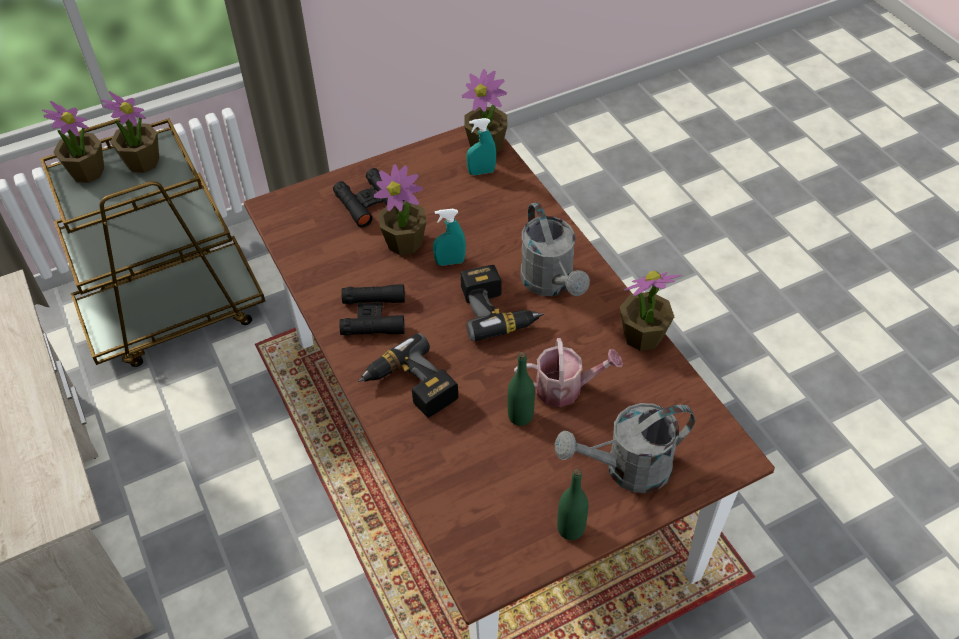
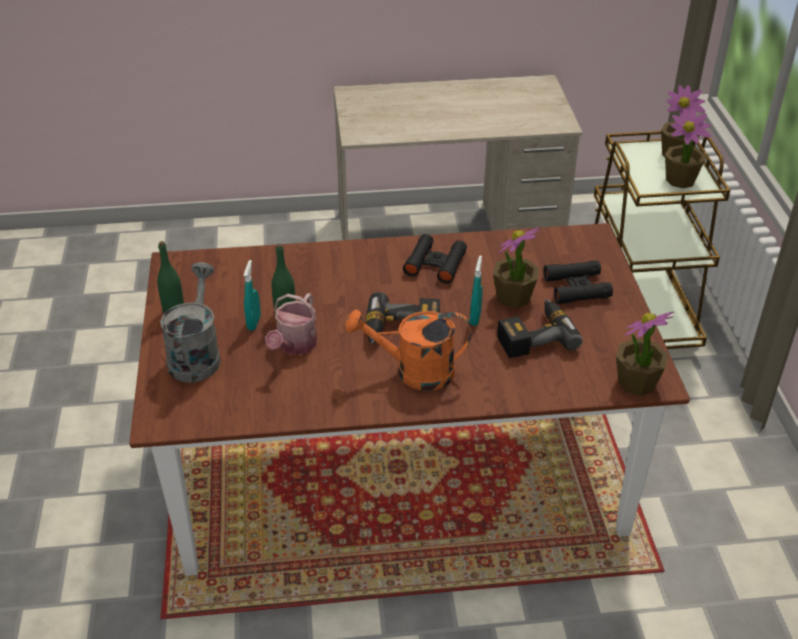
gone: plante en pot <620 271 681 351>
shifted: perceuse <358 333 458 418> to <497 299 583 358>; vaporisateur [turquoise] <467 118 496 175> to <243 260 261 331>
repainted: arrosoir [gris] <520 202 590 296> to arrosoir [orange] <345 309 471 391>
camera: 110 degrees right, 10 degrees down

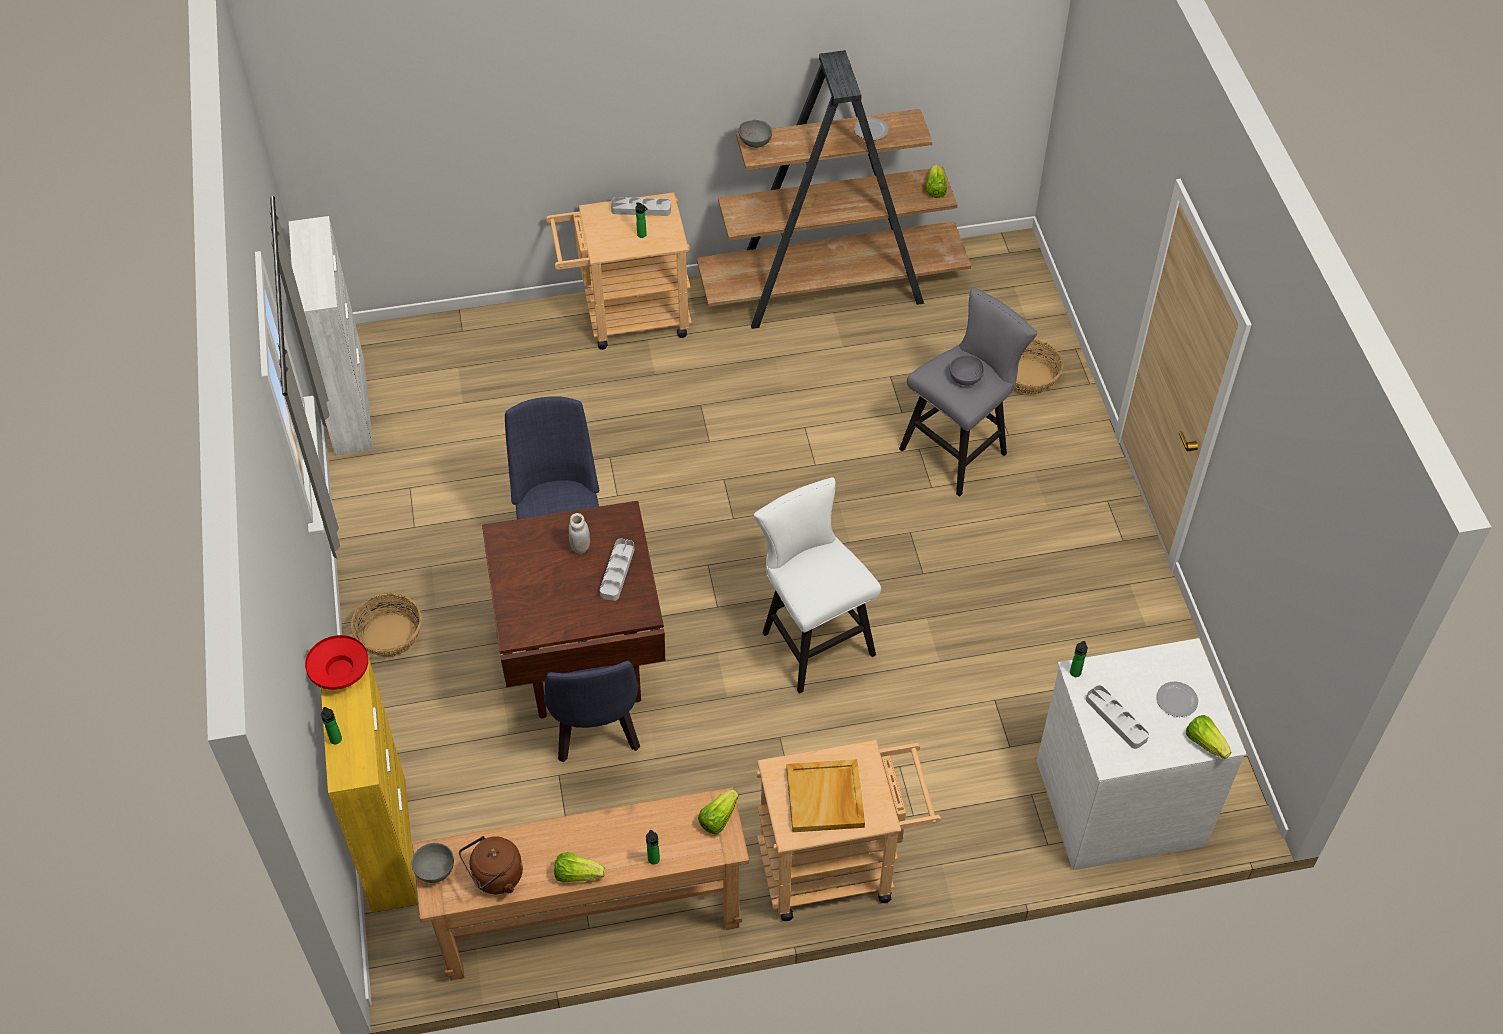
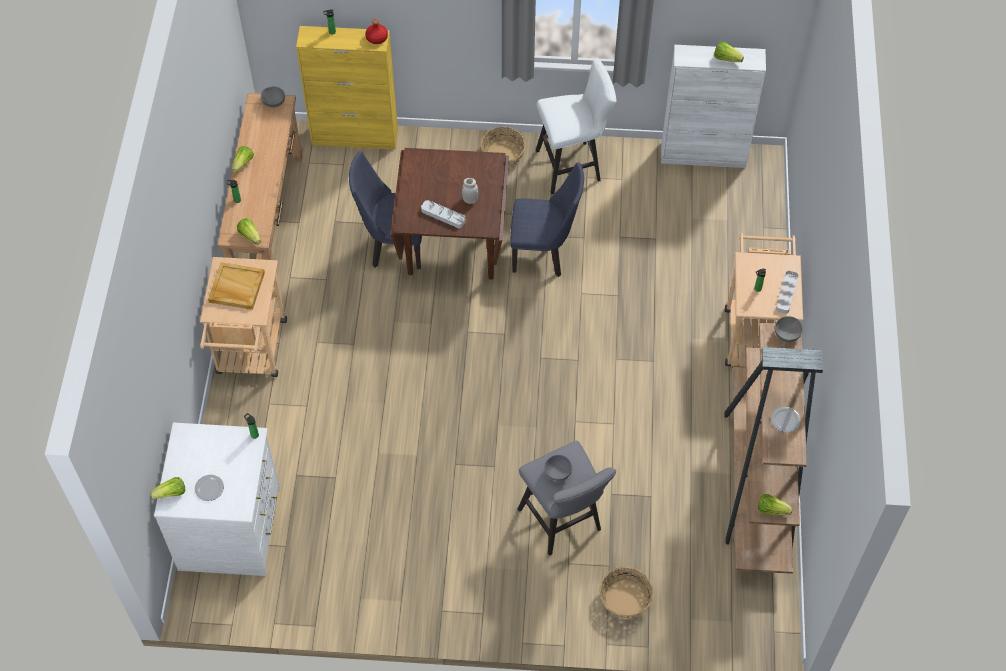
gone: bouilloire [marron] <459 836 523 894>; plateau [gris] <1086 685 1149 749>
new: laitue <714 42 744 62>
shifted: tabouret [blanc] <754 477 881 694> to <536 58 616 194>
swapped: bol [rouge] <305 635 368 690> to bouteille [rouge] <365 19 388 44>
camera: 105 degrees right, 5 degrees up

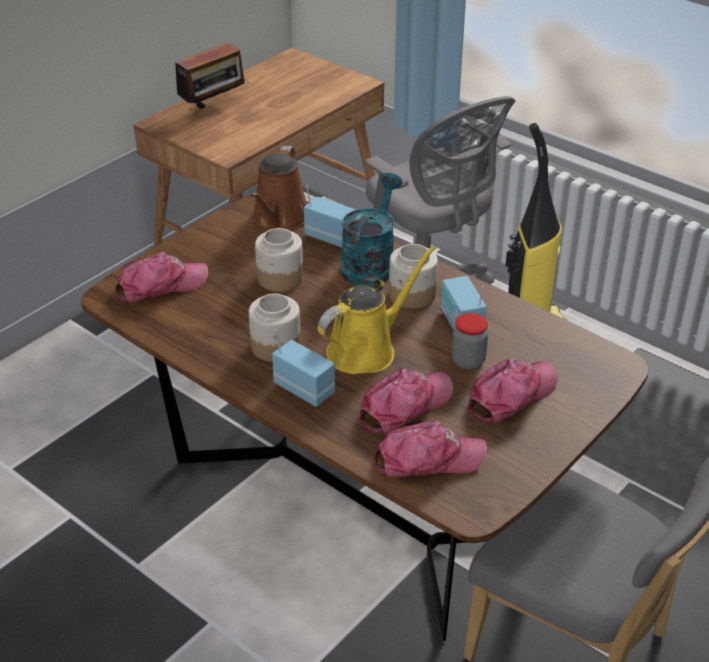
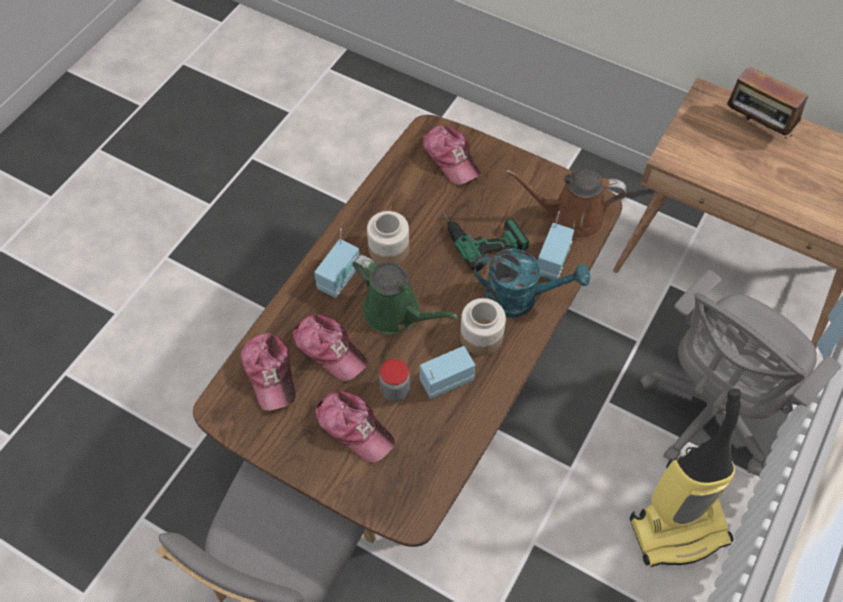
swapped: bocal <255 228 303 292> to perceuse <443 212 529 271>
repainted: arrosoir [jaune] <318 246 436 374> to arrosoir [vert] <353 255 458 334>
camera: 80 degrees right, 20 degrees up

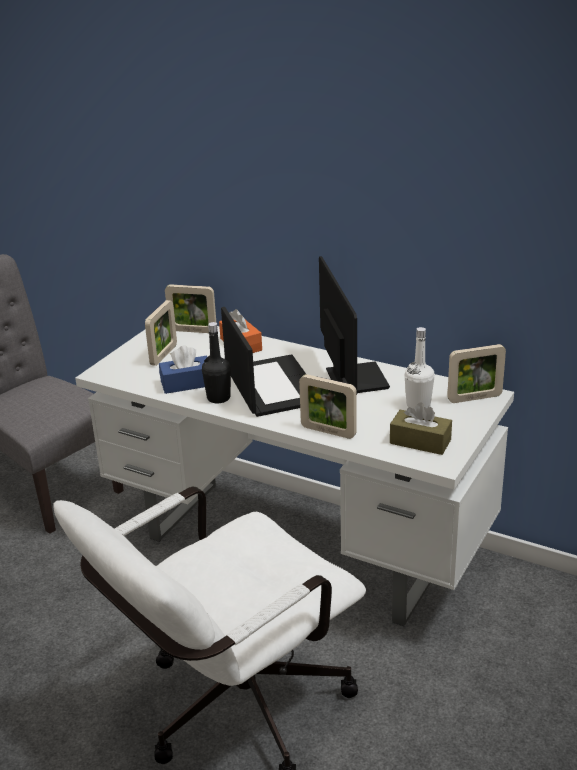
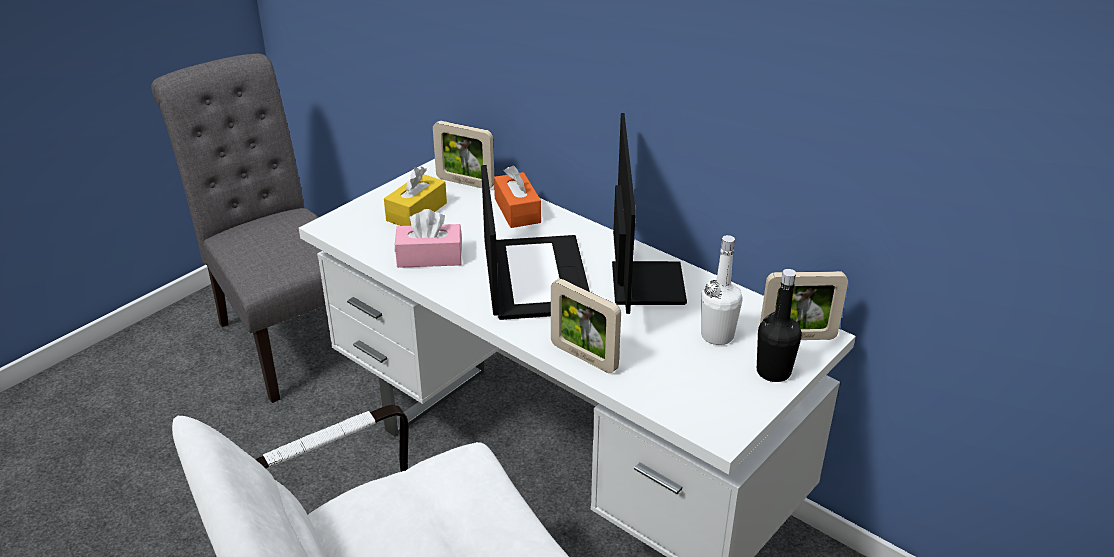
gone: boîte à mouchoirs [marron] <390 402 452 455>
shifted: bouteille [noir] <202 322 231 403> to <757 269 802 382>
swapped: cadre photo <145 300 177 366> to boîte à mouchoirs [jaune] <384 166 447 226>
repainted: boîte à mouchoirs [bleu] <159 345 207 394> to boîte à mouchoirs [rose] <395 209 462 268>
camera: 10 degrees right, 5 degrees up

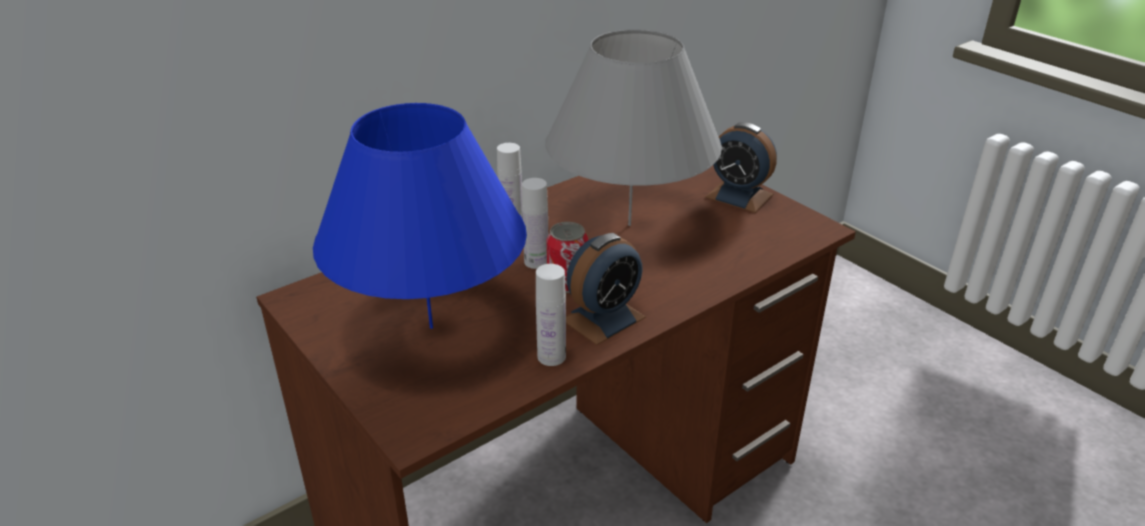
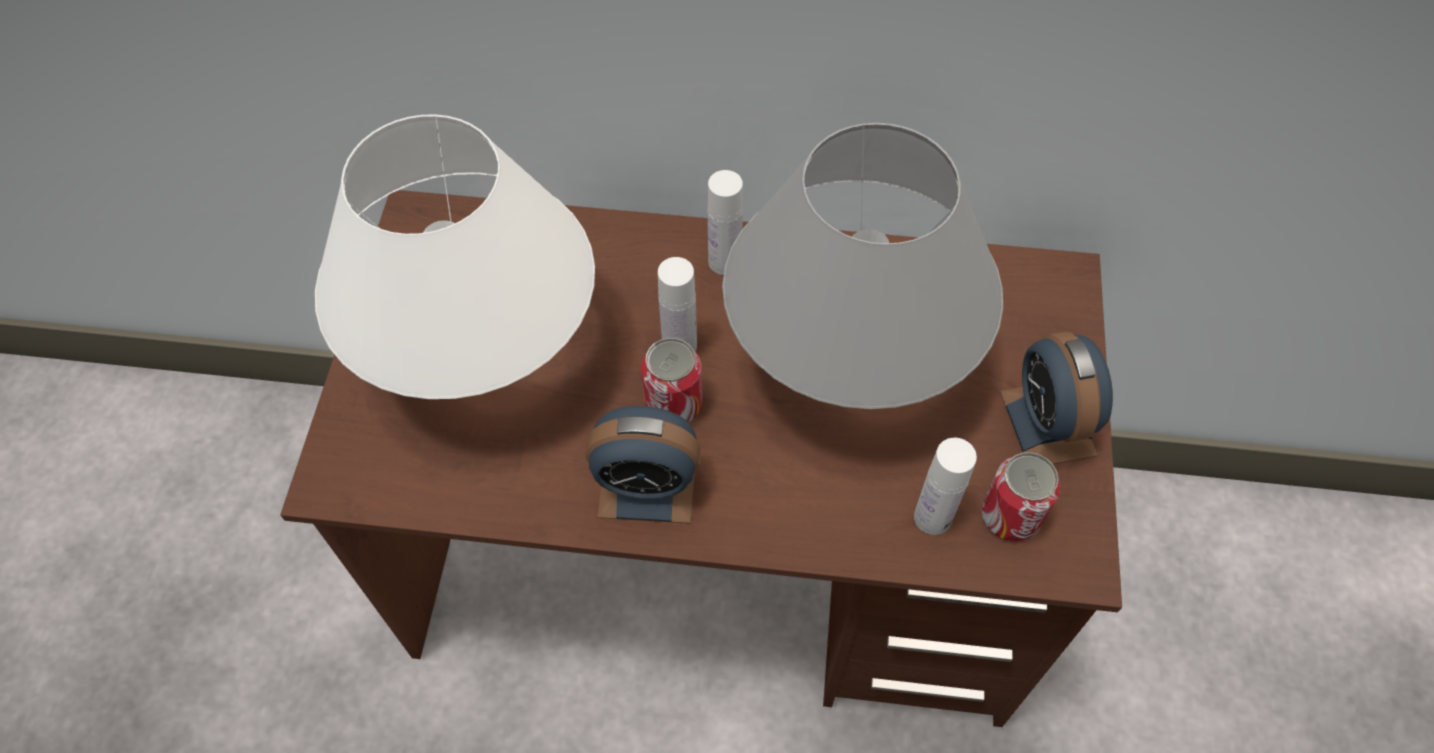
new: boîte métallique <981 452 1060 541>
shifted: bouteille [blanc] <536 264 566 366> to <914 438 977 535>
repainted: lampe de table [bleu] <313 103 527 329> to lampe de table [blanc] <315 114 595 399>
camera: 45 degrees right, 25 degrees up

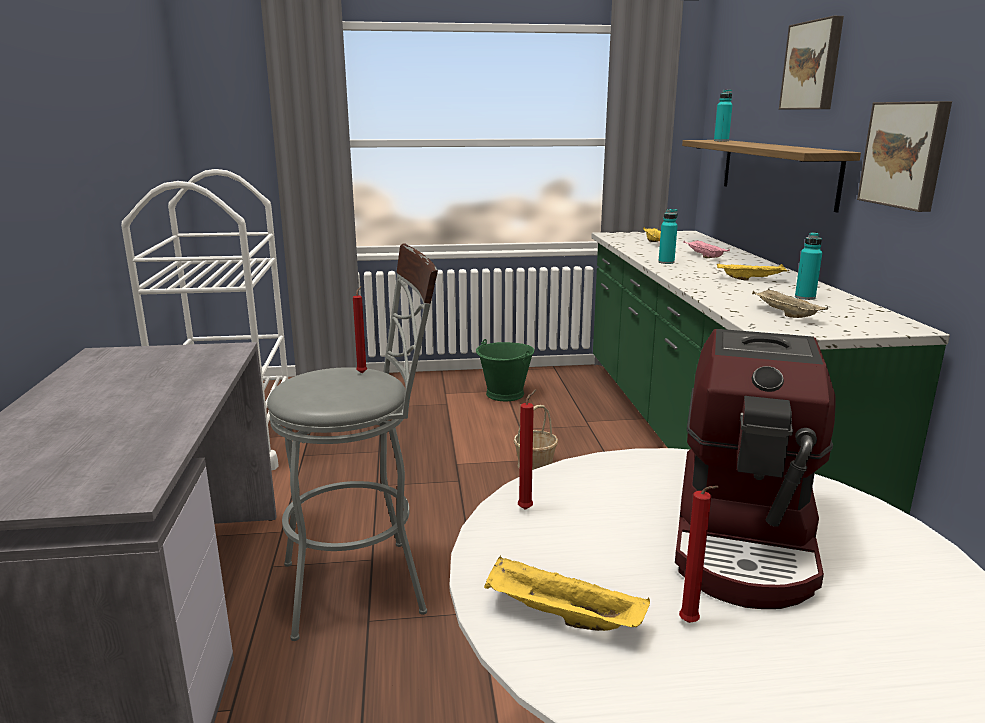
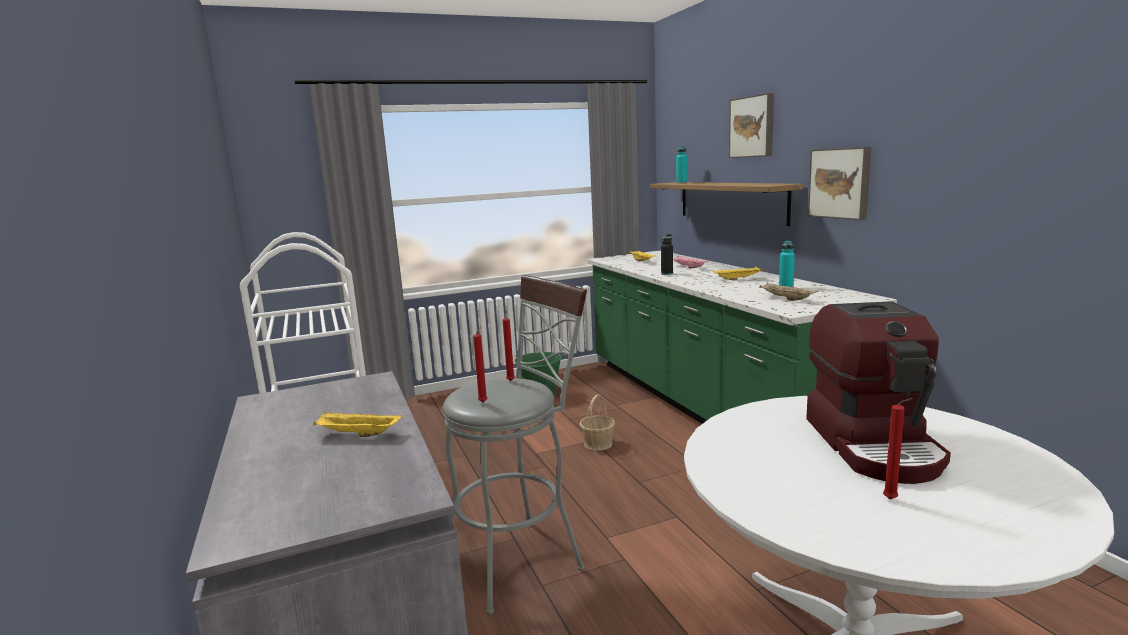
shifted: plateau [jaune] <484 556 650 631> to <313 412 403 437>; bougie [rouge] <518 389 537 510> to <473 326 488 402>
repainted: bouteille [turquoise] <658 209 678 264> to bouteille [noir] <661 234 673 275>
camera: 15 degrees left, 5 degrees down

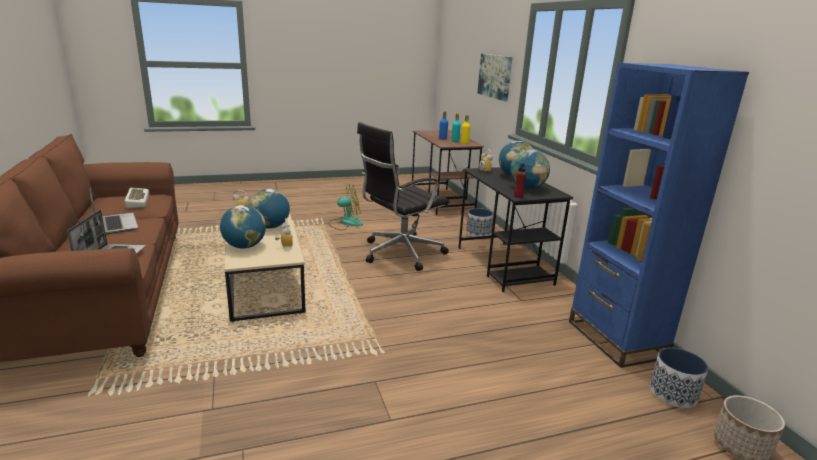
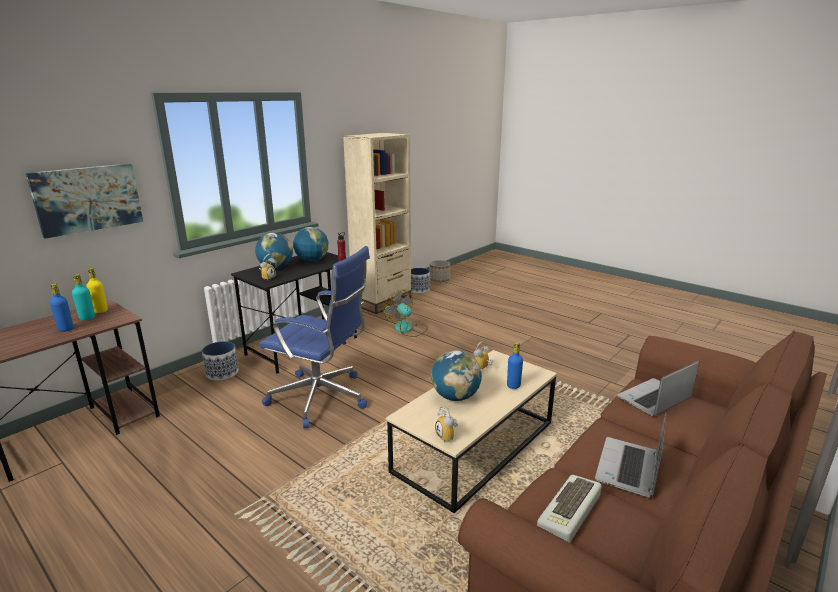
shifted: ventilateur <328 183 363 230> to <384 290 428 337>
swapped: globe <220 205 266 249> to bouteille [bleu] <507 342 523 389>
repainted: chaise de bureau [noir] <357 122 449 271> to chaise de bureau [bleu] <259 246 370 428>; bibliothèque [bleu] <569 63 749 368> to bibliothèque [beige] <343 133 411 314>
camera: 120 degrees left, 0 degrees up

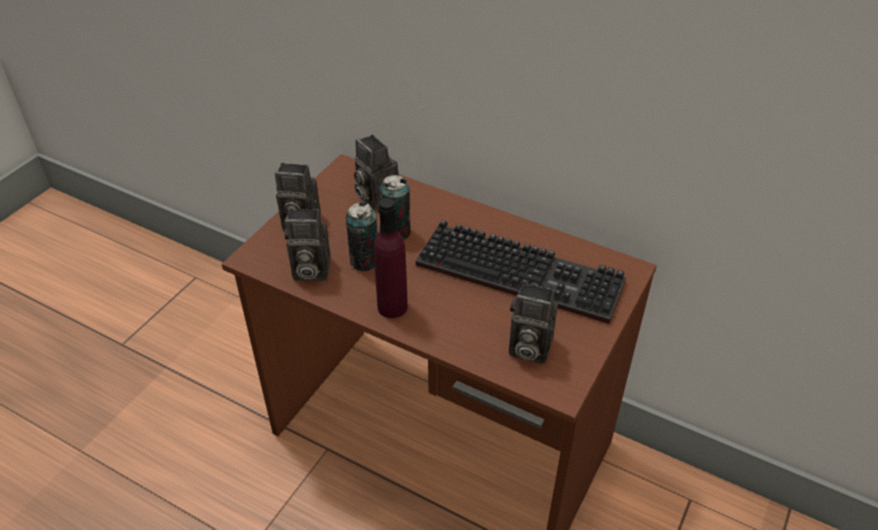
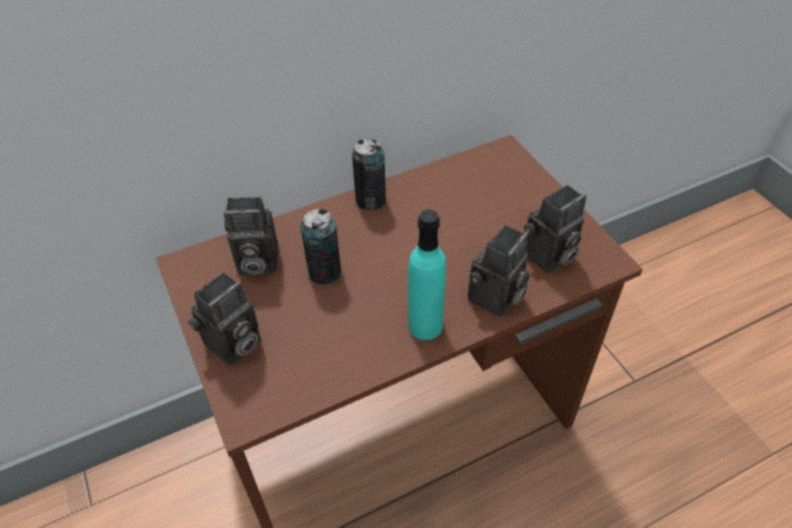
gone: clavier <416 220 626 324>
shifted: appareil photo <284 209 331 281> to <468 225 530 317>; boîte métallique <346 202 378 271> to <352 139 386 211>
repainted: bouteille [violet] <373 198 408 318> to bouteille [turquoise] <408 209 446 340>
camera: 55 degrees left, 5 degrees up

